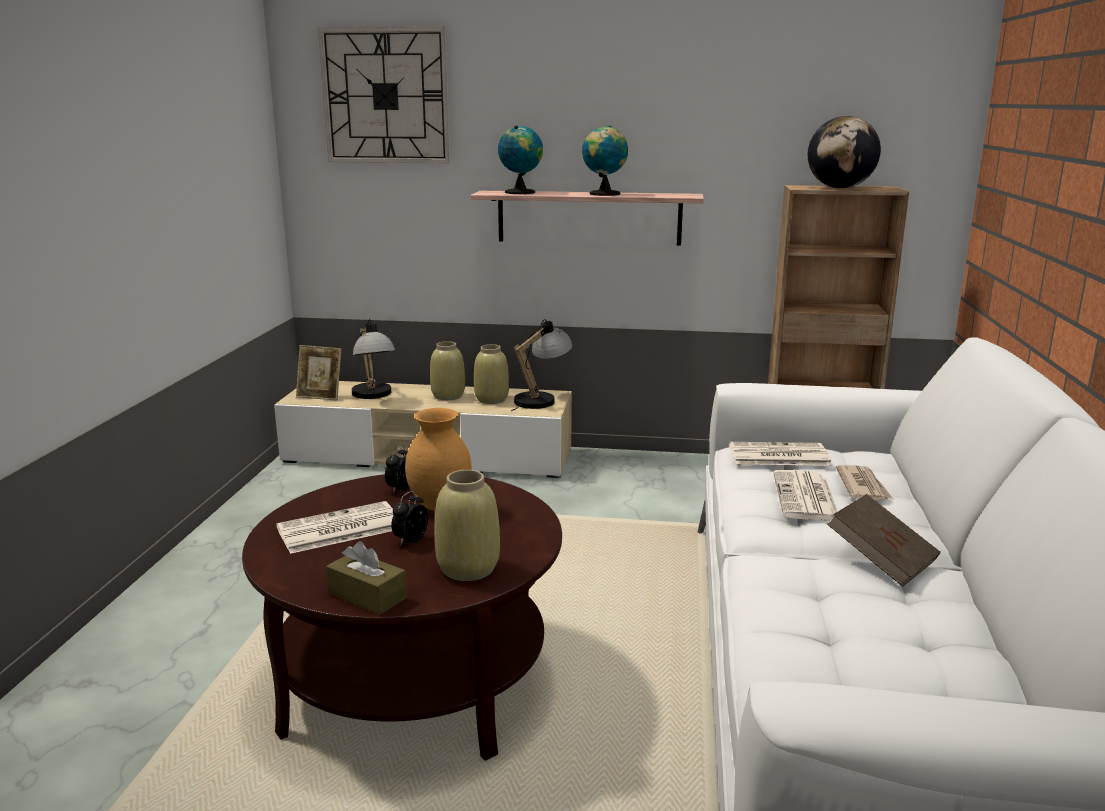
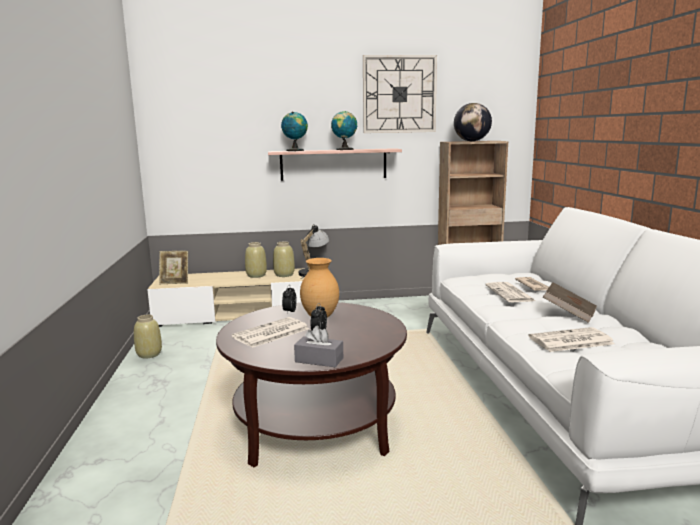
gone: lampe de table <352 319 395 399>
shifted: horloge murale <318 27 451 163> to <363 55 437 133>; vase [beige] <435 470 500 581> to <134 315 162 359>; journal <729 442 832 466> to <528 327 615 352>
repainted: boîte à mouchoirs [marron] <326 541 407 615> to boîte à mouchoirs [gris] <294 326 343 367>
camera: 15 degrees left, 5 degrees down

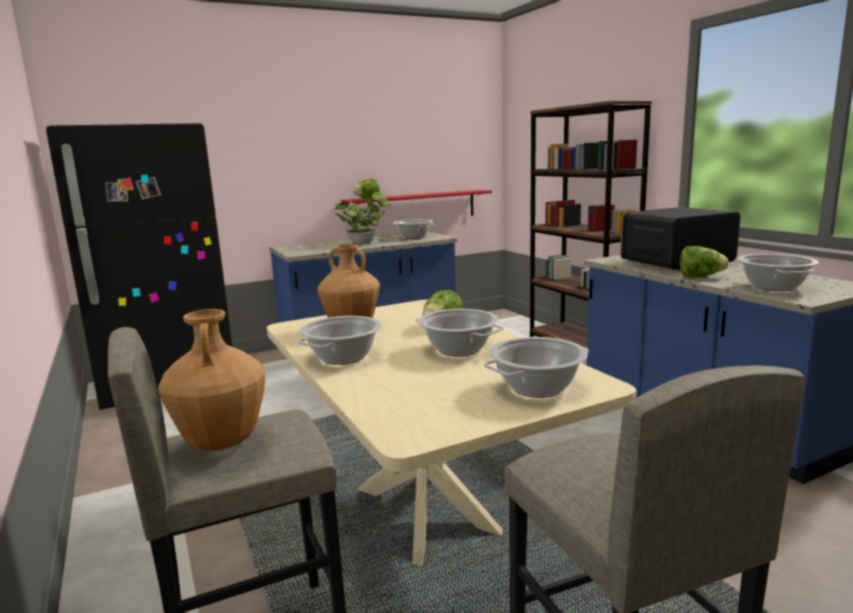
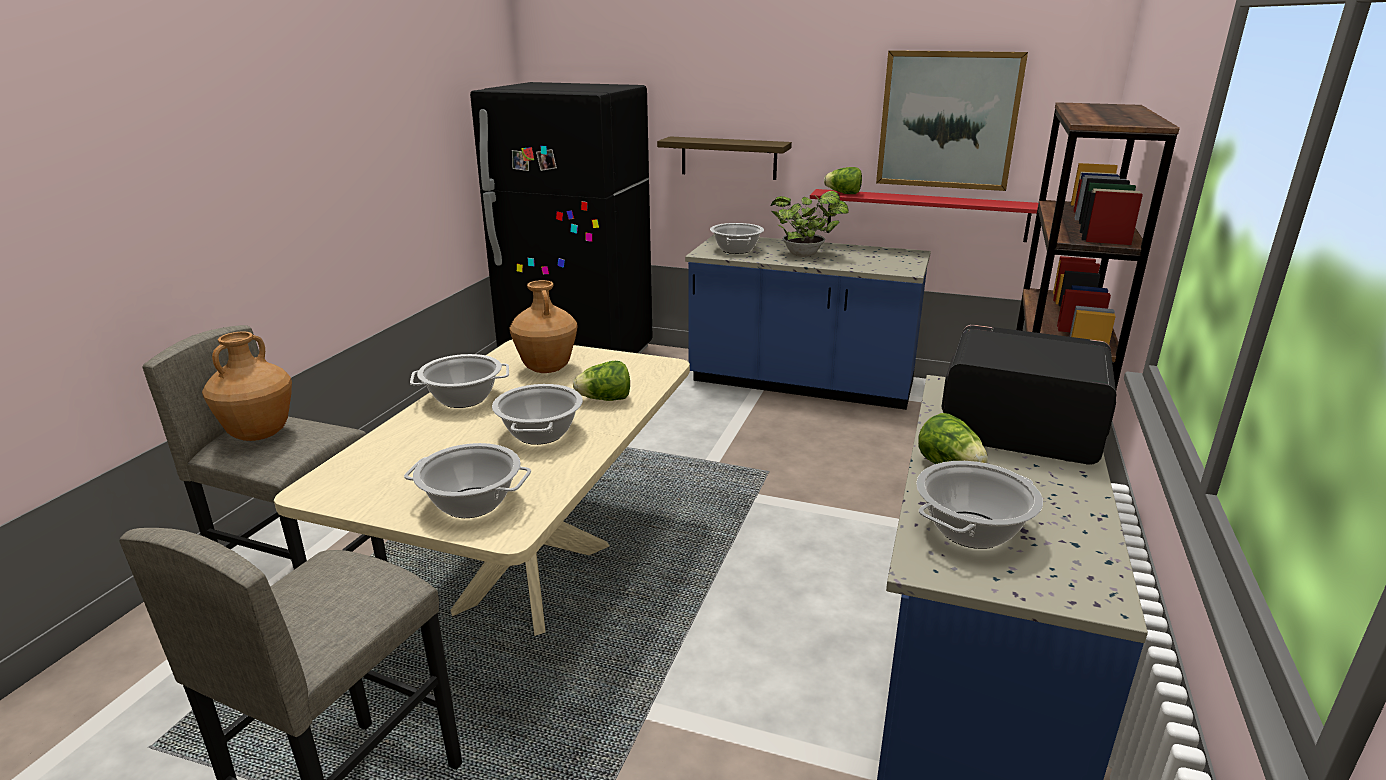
new: étagère <657 136 792 180>; tableau <876 50 1028 191>
shifted: marmite <392 219 435 239> to <710 223 764 254>
camera: 45 degrees right, 10 degrees up

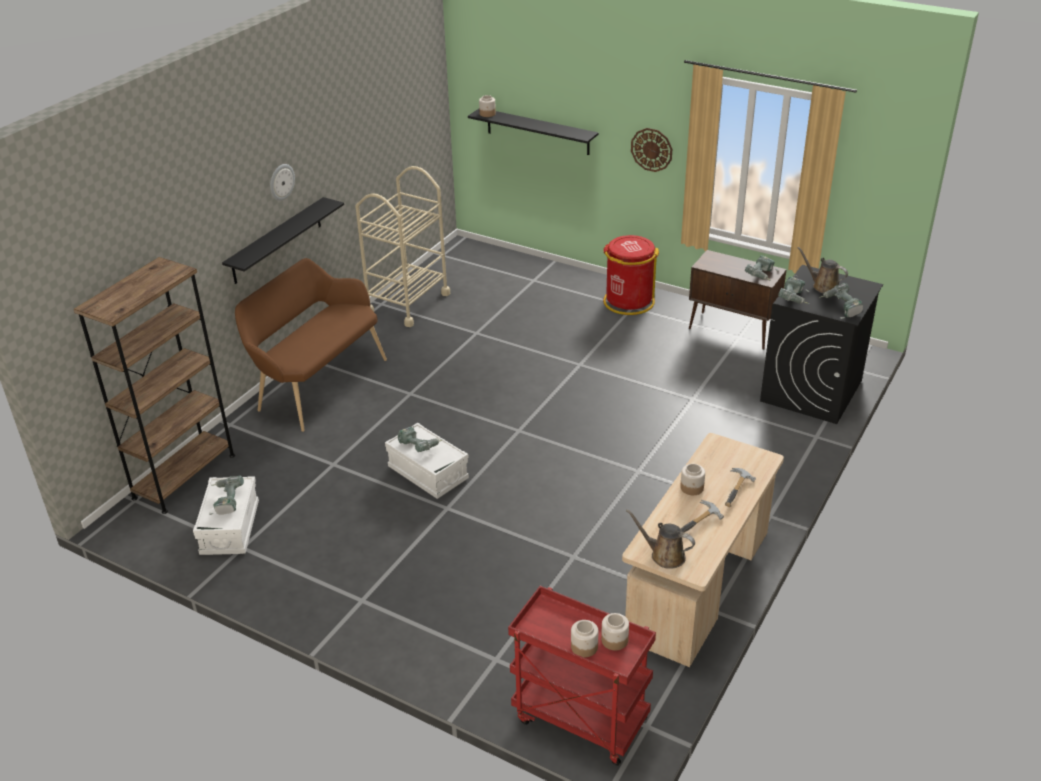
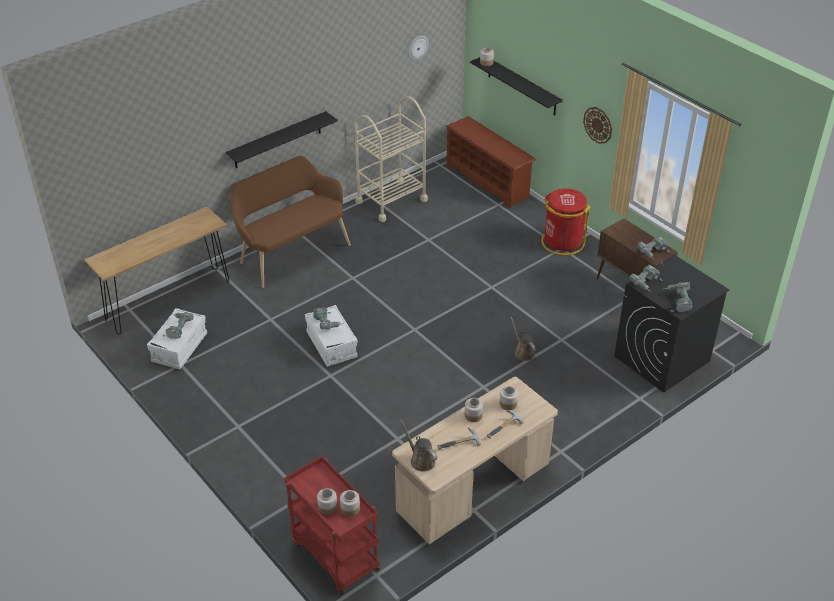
new: étagère à chaussures [marron] <446 116 536 208>; bocal <500 386 518 410>
shifted: horloge murale <270 164 295 201> to <408 36 429 61>; arrosoir [marron] <798 247 848 293> to <510 317 536 361>
swapped: bibliothèque [marron] <74 257 235 514> to table console [marron] <85 207 229 334>
camera: 20 degrees right, 5 degrees up

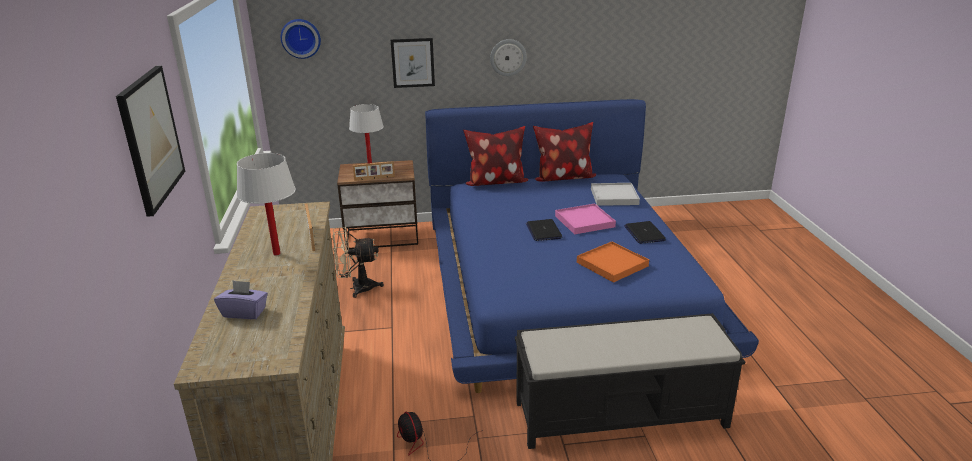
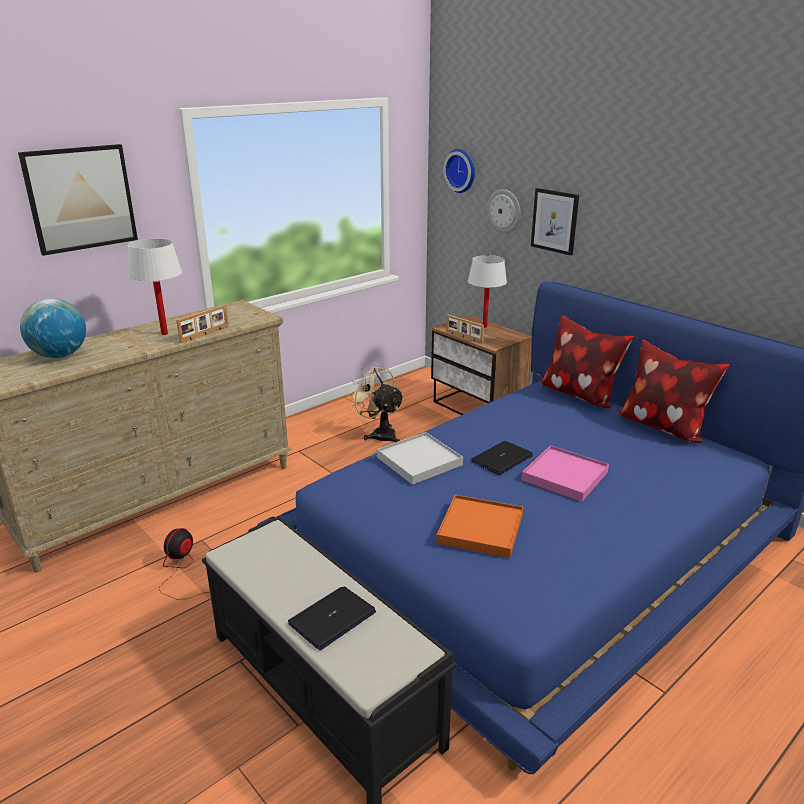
shifted: horloge murale <490 39 527 76> to <487 189 521 233>; plateau [blanc] <591 183 640 206> to <377 432 463 485>; ordinateur portable <624 221 666 244> to <288 586 376 650>
swapped: boîte à mouchoirs [violet] <214 280 268 319> to globe <20 298 86 358>
camera: 55 degrees right, 0 degrees up

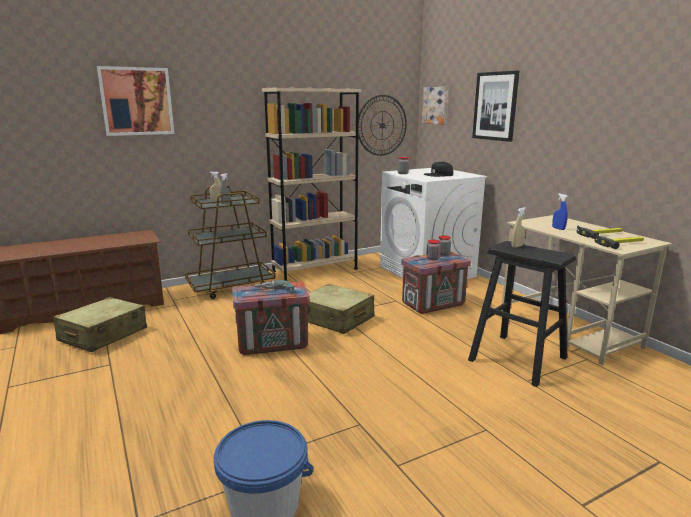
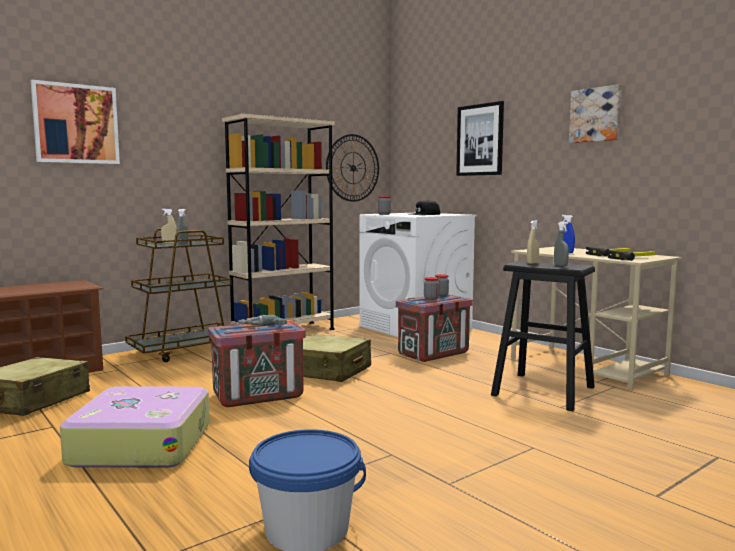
new: valise <60 386 210 468>; vaporisateur [gris] <554 222 569 266>
shifted: tableau <422 87 449 125> to <569 84 622 143>
camera: 10 degrees left, 10 degrees down

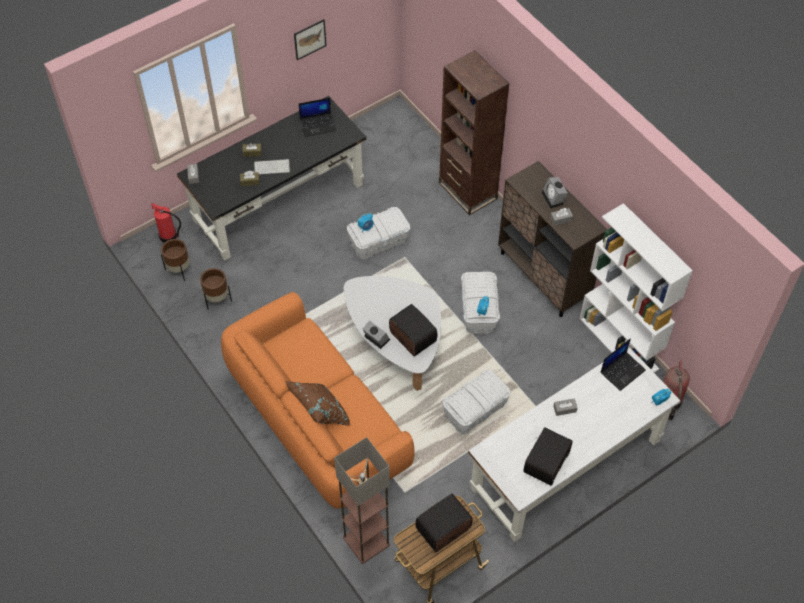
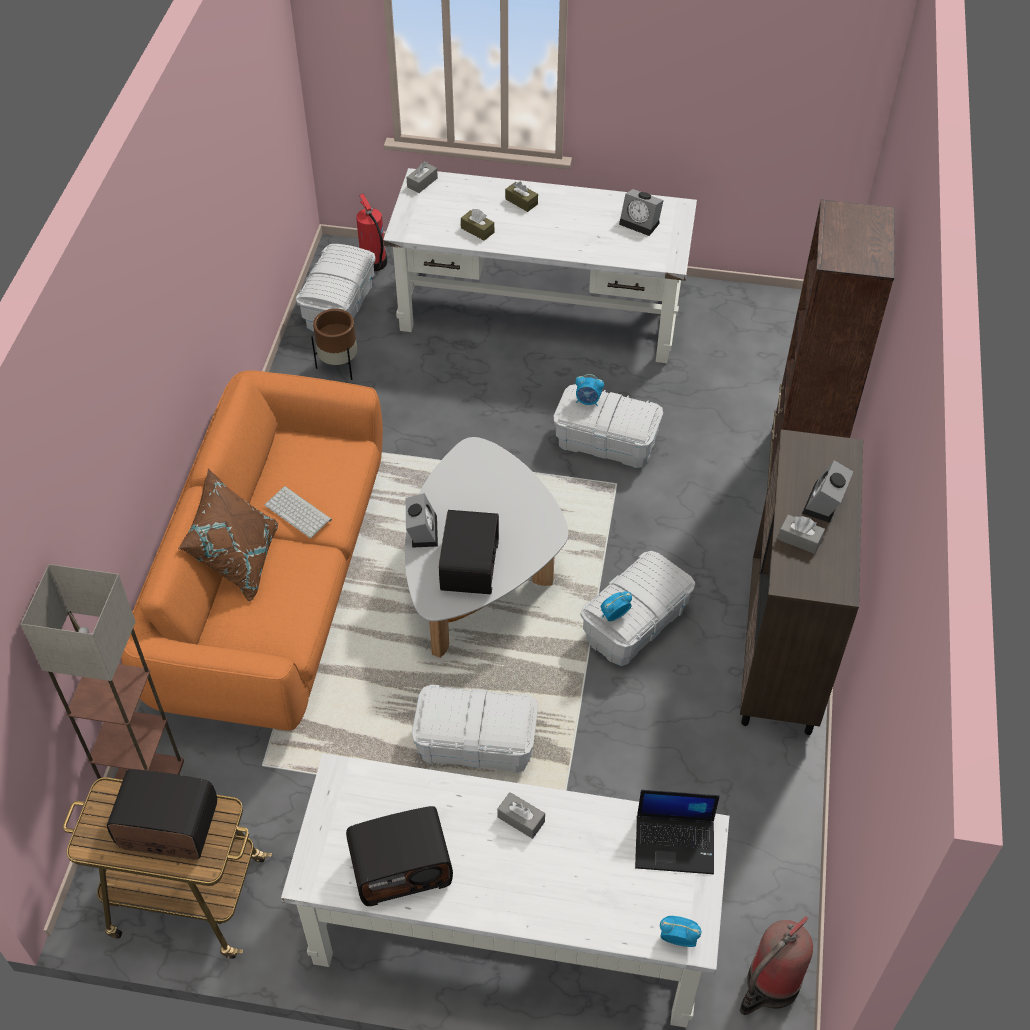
gone: tableau <294 19 326 60>; bibliothèque [blanc] <579 203 693 373>
shifted: clavier <254 159 290 174> to <265 486 332 538>
swapped: cache-pot [marron] <161 239 190 281> to boîte de rangement [blanc] <296 244 376 331>; ordinateur portable <298 98 336 137> to réveil <619 189 664 236>
repainted: bureau [noir] <177 96 366 261> to bureau [blanc] <383 168 697 363>
camera: 45 degrees right, 5 degrees down

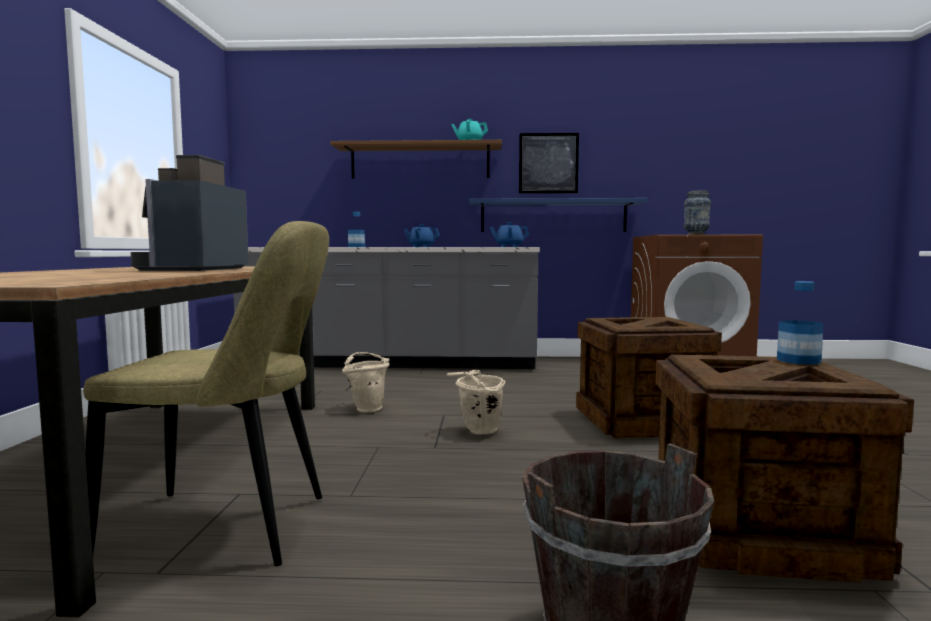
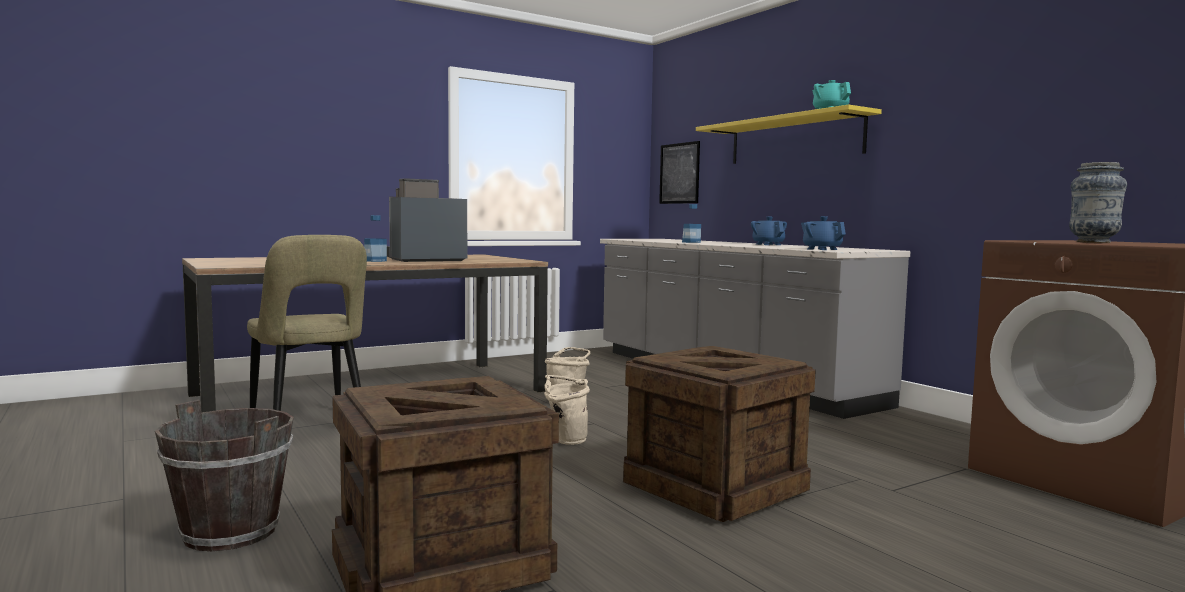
gone: étagère [bleu] <469 198 647 232>
shifted: tableau <519 133 579 193> to <659 141 700 204>; bouteille <777 281 823 365> to <364 215 387 262>
repainted: étagère [marron] <330 140 502 179> to étagère [jaune] <696 105 882 164>
camera: 55 degrees right, 0 degrees up

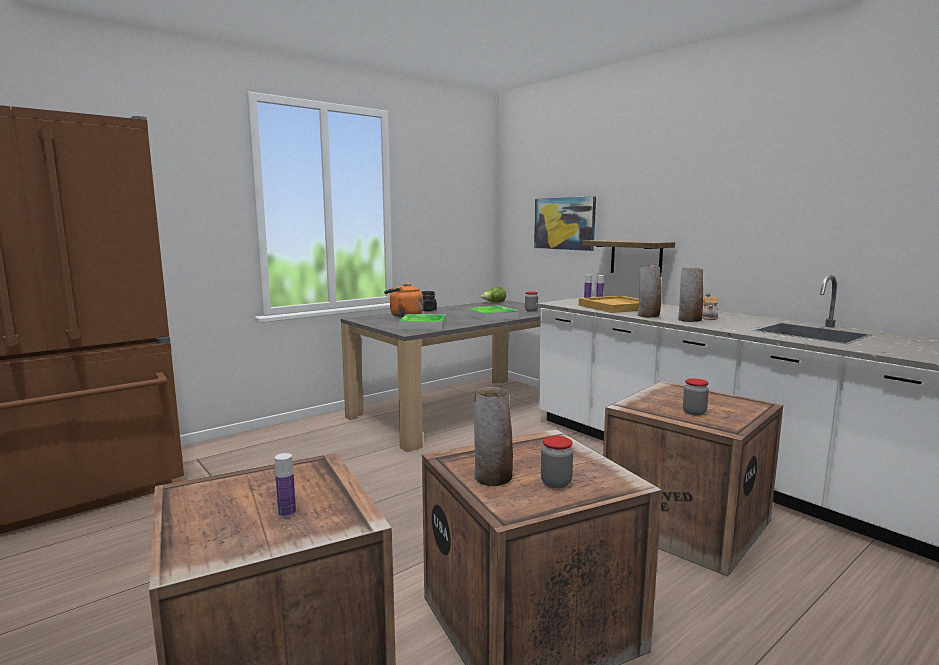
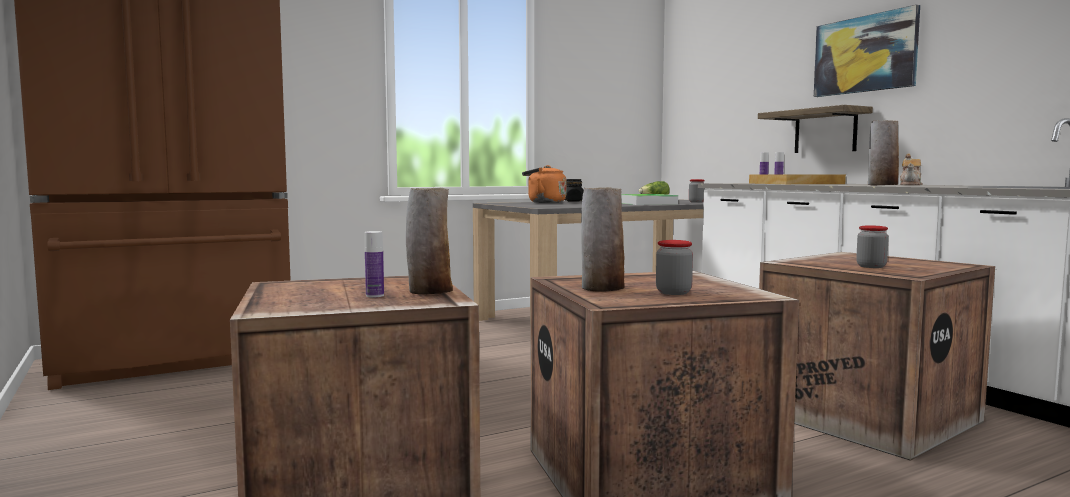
gone: plateau <399 314 446 330>
shifted: tableau <534 196 596 251> to <814 5 920 97>; vase <638 265 661 318> to <406 188 453 295>
camera: 10 degrees right, 5 degrees down

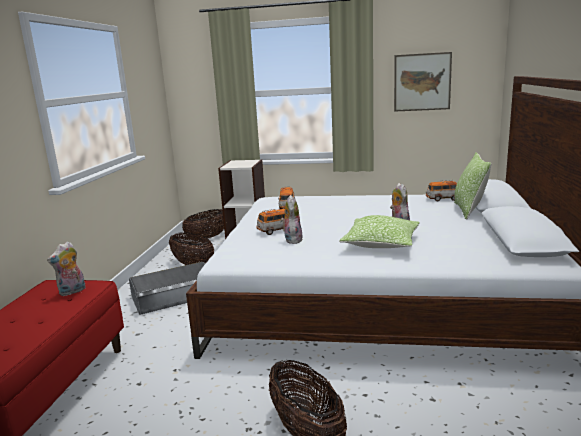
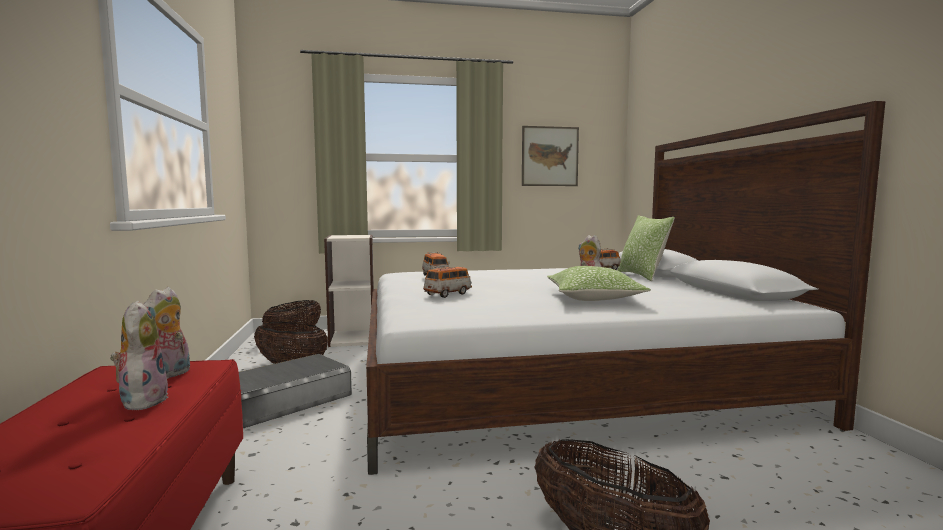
shifted: peluche <281 195 302 244> to <110 301 168 410>
camera: 20 degrees left, 10 degrees down

